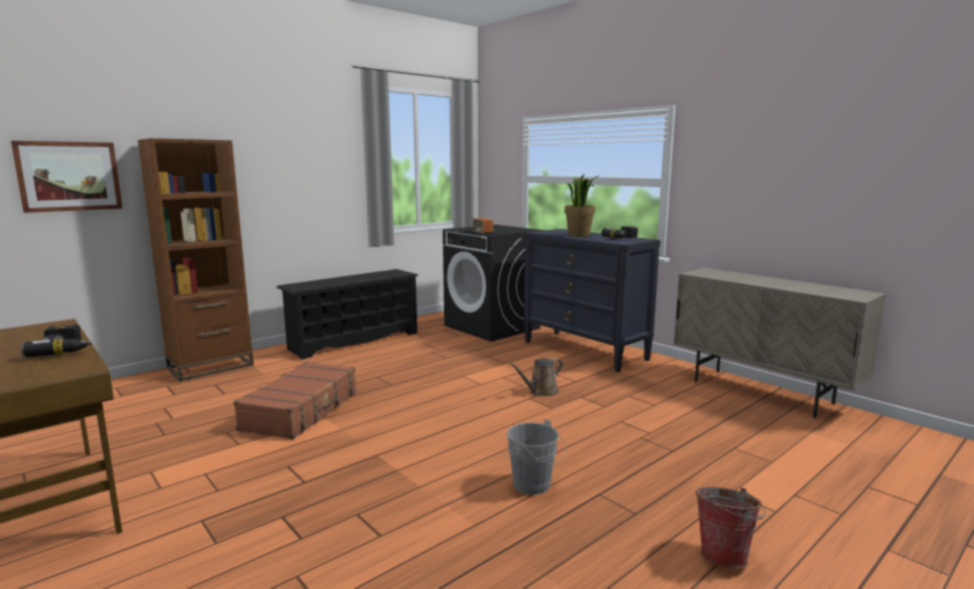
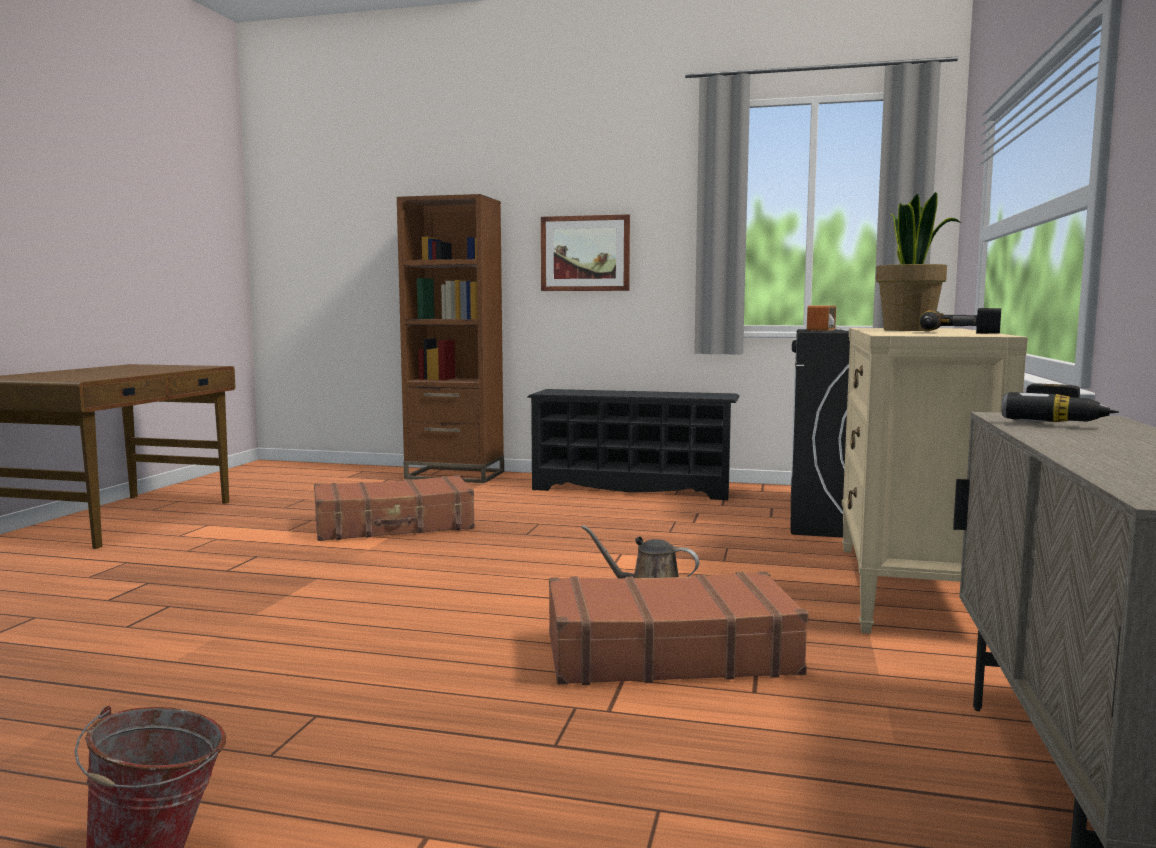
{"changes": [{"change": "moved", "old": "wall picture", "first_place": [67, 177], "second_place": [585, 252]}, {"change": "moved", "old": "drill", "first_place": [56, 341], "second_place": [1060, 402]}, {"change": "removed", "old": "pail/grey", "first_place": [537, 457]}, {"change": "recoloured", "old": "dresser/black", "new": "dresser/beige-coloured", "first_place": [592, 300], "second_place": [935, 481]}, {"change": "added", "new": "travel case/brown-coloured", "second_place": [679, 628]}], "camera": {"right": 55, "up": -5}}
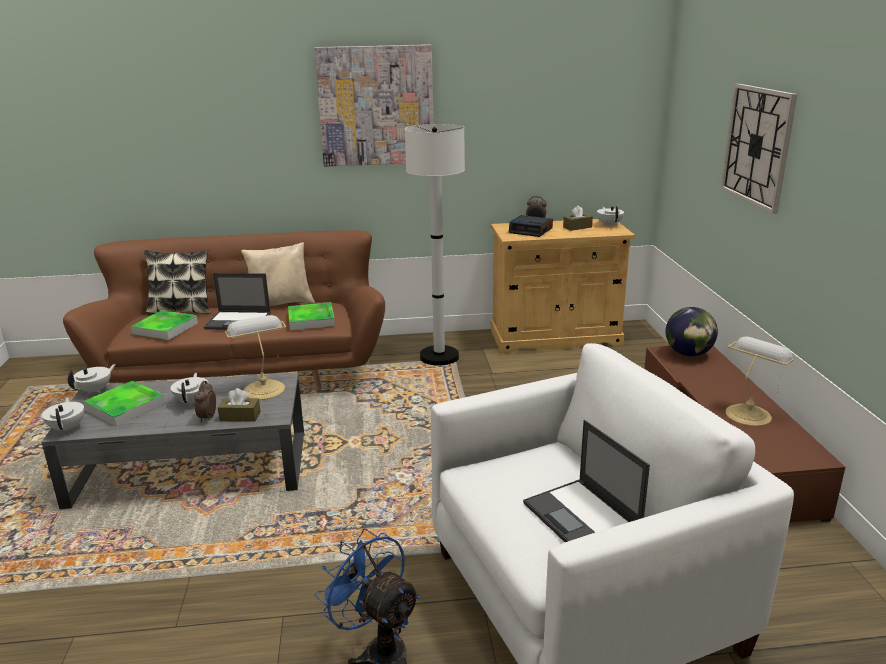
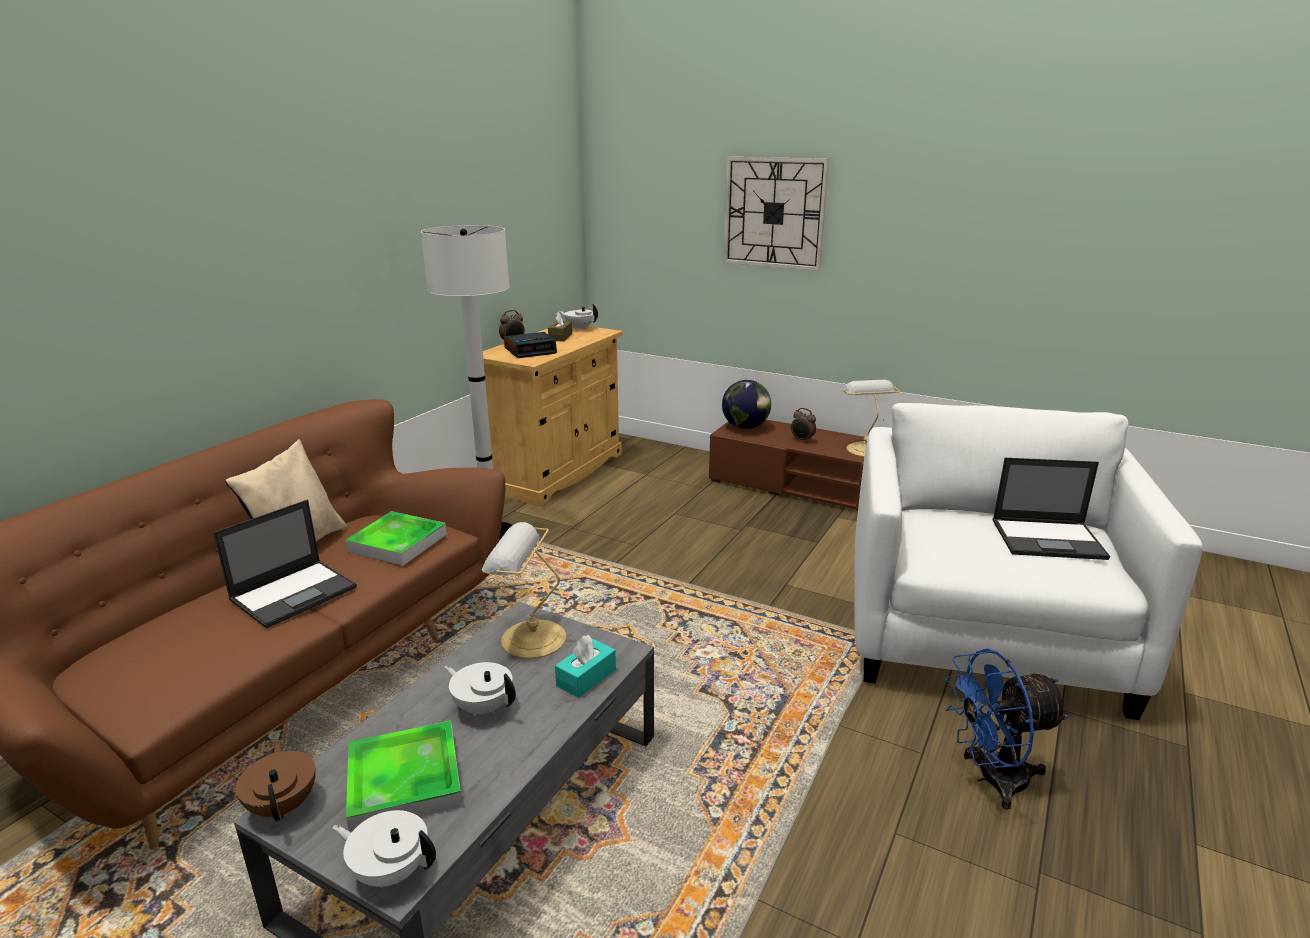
{"changes": [{"change": "recoloured", "old": "pot for tea/white", "new": "pot for tea/brown-coloured", "first_place": [92, 379], "second_place": [276, 780]}, {"change": "removed", "old": "serving tray", "first_place": [164, 325]}, {"change": "removed", "old": "throw pillow", "first_place": [177, 282]}, {"change": "moved", "old": "table clock", "first_place": [205, 401], "second_place": [803, 425]}, {"change": "recoloured", "old": "tissue holder/brown-coloured", "new": "tissue holder/turquoise-coloured", "first_place": [239, 405], "second_place": [585, 666]}, {"change": "removed", "old": "wall picture", "first_place": [374, 105]}], "camera": {"right": -55, "up": 0}}
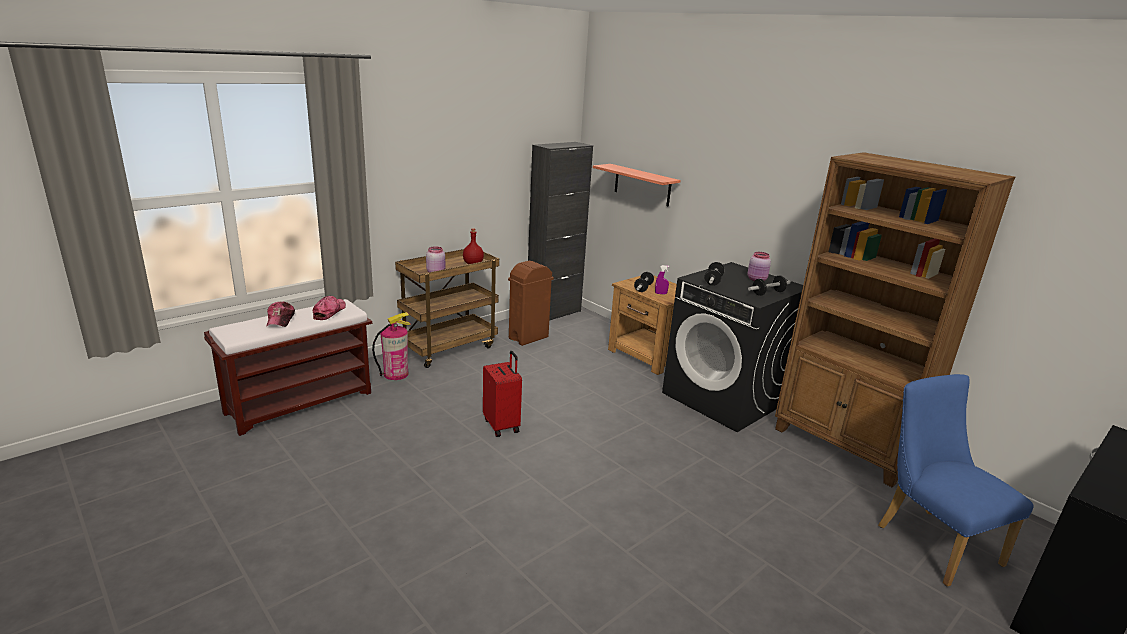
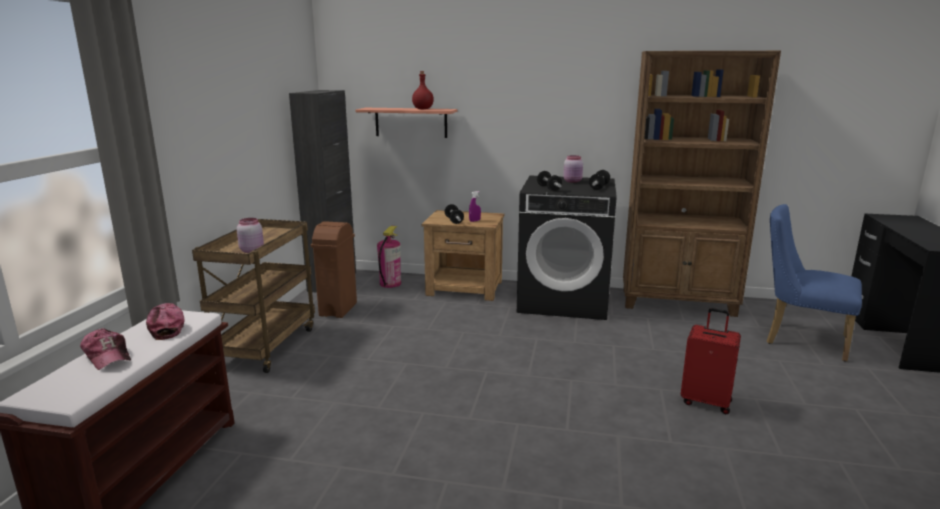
{"changes": [{"change": "moved", "old": "fire-fighting cylinder", "first_place": [391, 346], "second_place": [389, 257]}, {"change": "moved", "old": "beverage bottle/red-coloured", "first_place": [473, 246], "second_place": [423, 90]}, {"change": "moved", "old": "travel case/red-coloured", "first_place": [502, 394], "second_place": [711, 361]}], "camera": {"right": -35, "up": -5}}
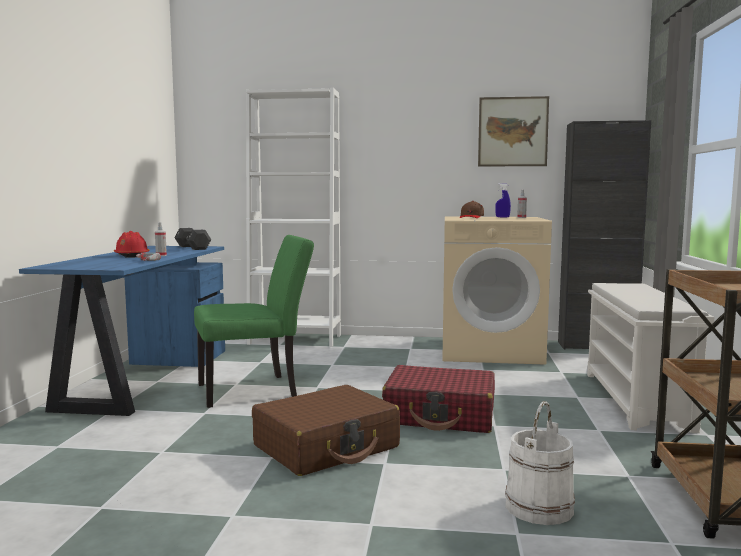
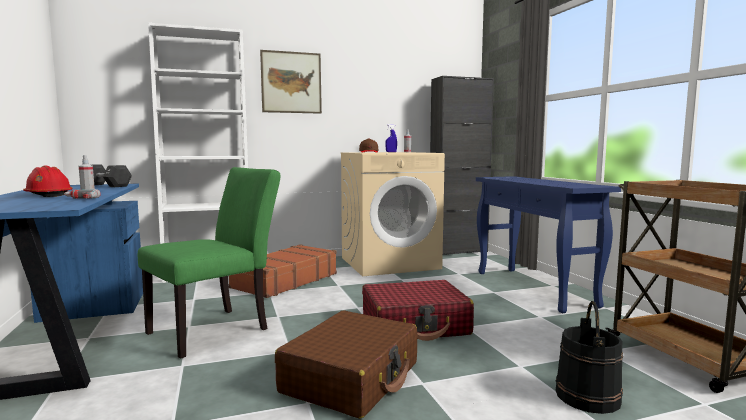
{"changes": [{"change": "moved", "old": "wall picture", "first_place": [513, 131], "second_place": [291, 82]}, {"change": "recoloured", "old": "pail/white", "new": "pail/black", "first_place": [540, 463], "second_place": [589, 357]}, {"change": "replaced", "old": "shoe rack/white", "new": "console table/bluish", "first_place": [650, 358], "second_place": [548, 244]}, {"change": "added", "new": "travel case/brown-coloured", "second_place": [283, 271]}], "camera": {"right": -25, "up": 0}}
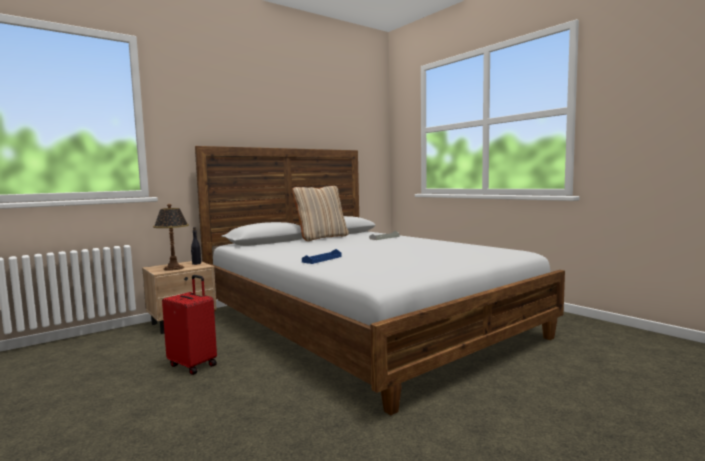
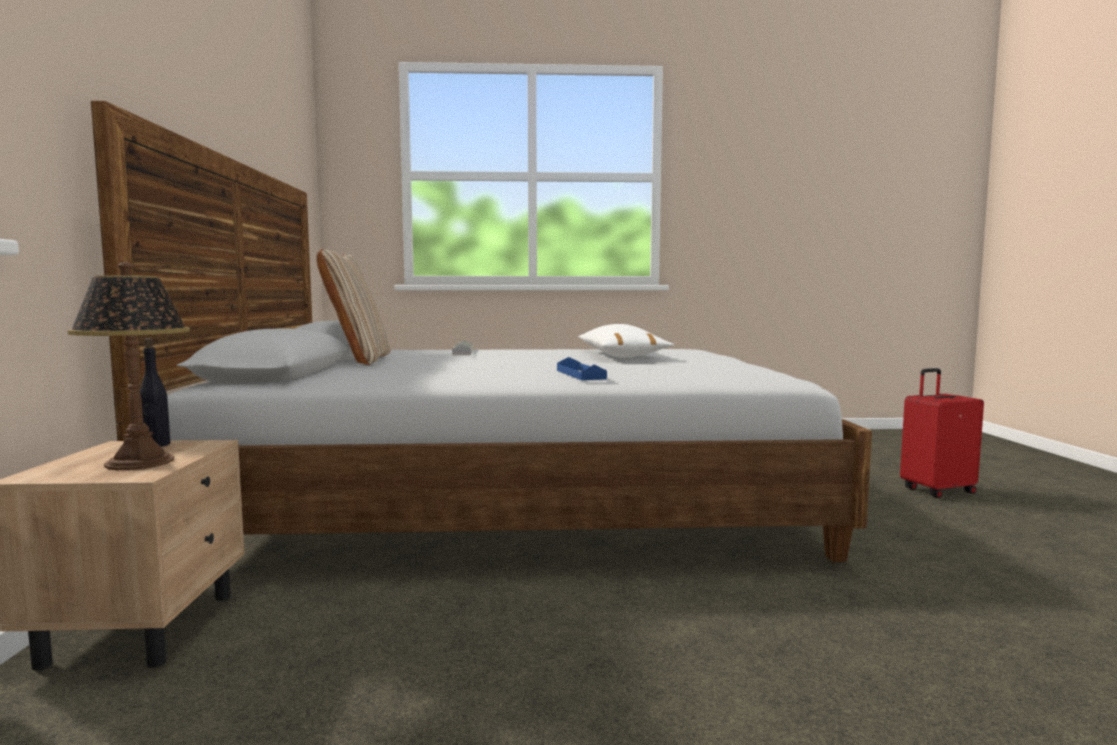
{"changes": [{"change": "moved", "old": "travel case/red-coloured", "first_place": [189, 325], "second_place": [942, 433]}, {"change": "added", "new": "throw pillow/white", "second_place": [626, 341]}], "camera": {"right": -55, "up": 0}}
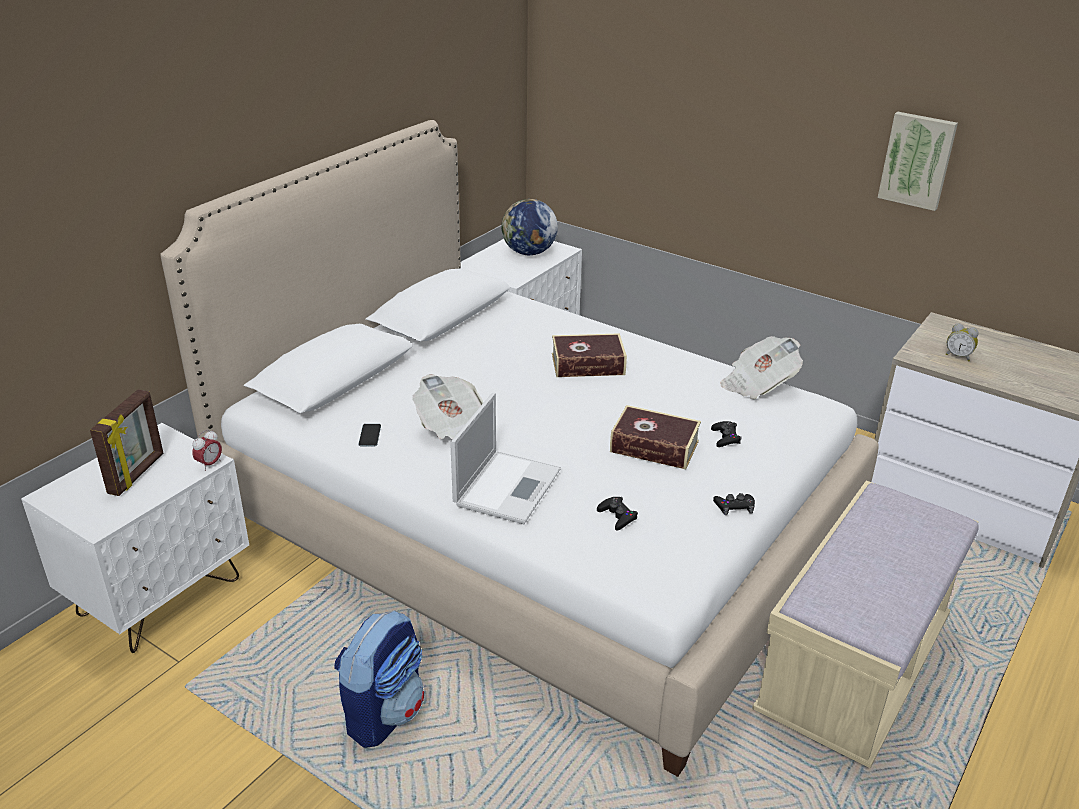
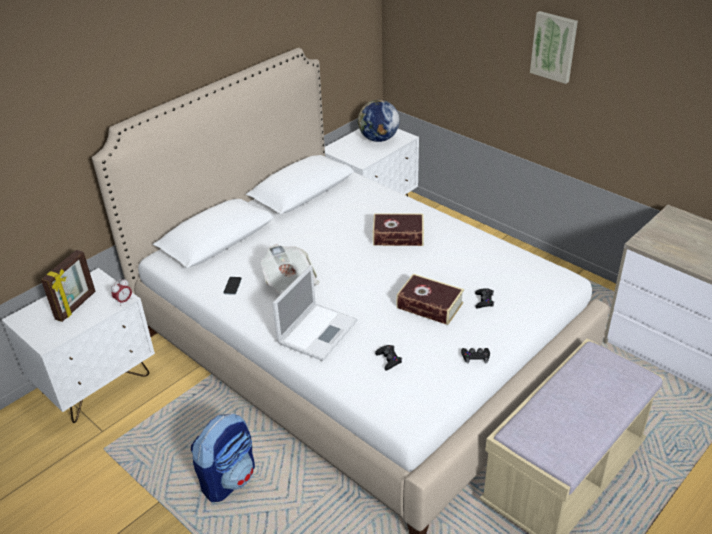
{"changes": [{"change": "removed", "old": "daily paper", "first_place": [761, 367]}, {"change": "moved", "old": "wall picture", "first_place": [918, 161], "second_place": [554, 47]}, {"change": "removed", "old": "table clock", "first_place": [962, 342]}], "camera": {"right": 10, "up": 5}}
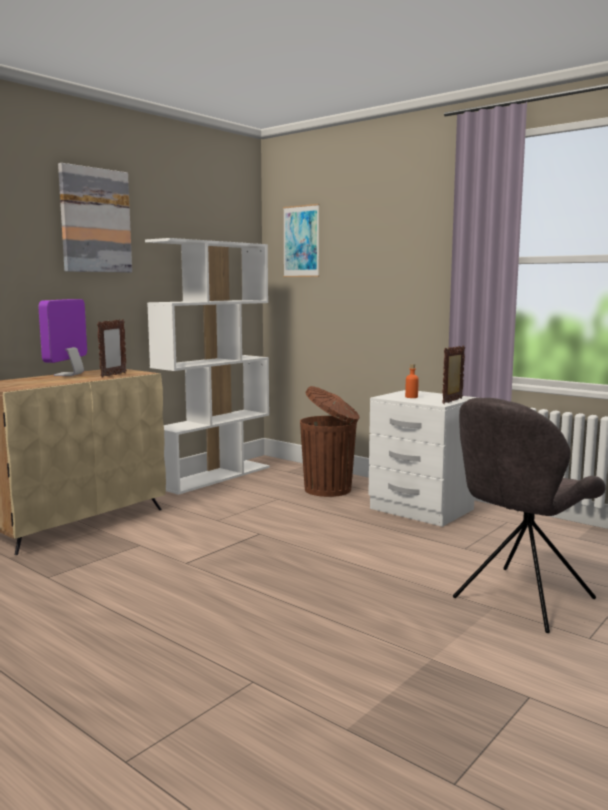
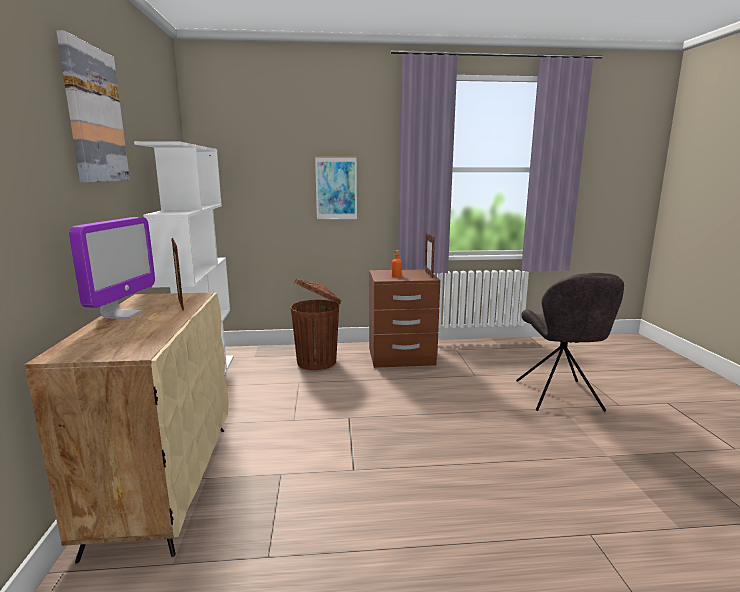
{"changes": [{"change": "turned", "old": "computer display", "first_place": [62, 337], "second_place": [112, 268], "degrees": -135}, {"change": "moved", "old": "wall picture", "first_place": [301, 240], "second_place": [336, 188]}, {"change": "recoloured", "old": "bedside table/white", "new": "bedside table/brown-coloured", "first_place": [422, 458], "second_place": [404, 318]}], "camera": {"right": -45, "up": 5}}
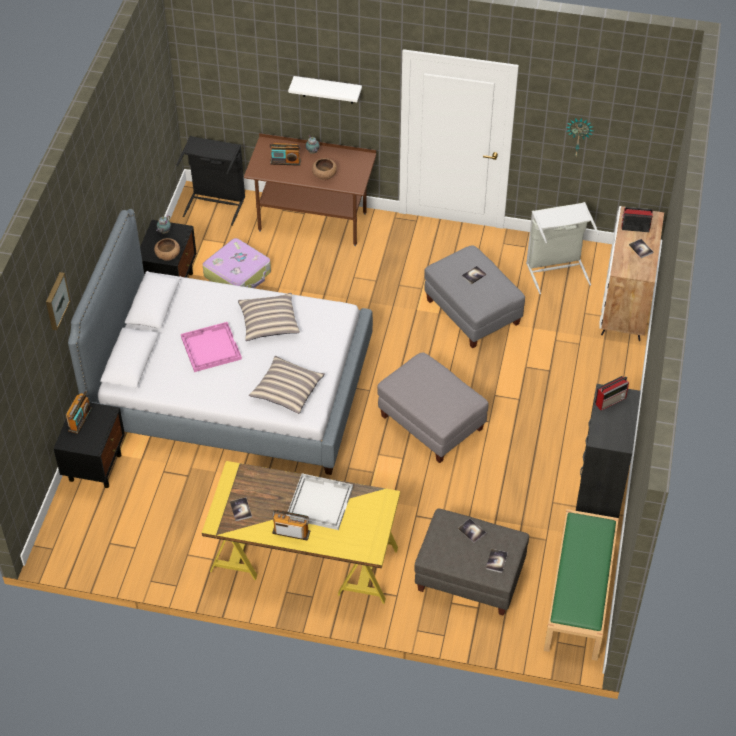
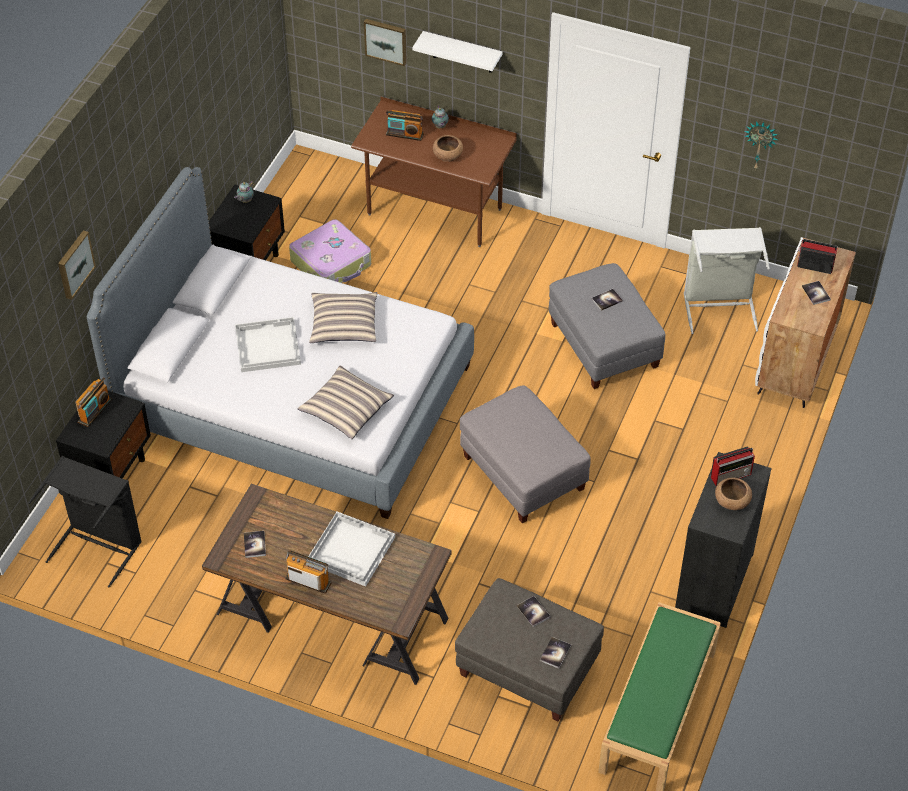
{"changes": [{"change": "moved", "old": "serving bowl/brown-coloured", "first_place": [167, 249], "second_place": [733, 494]}, {"change": "moved", "old": "washing basket/black", "first_place": [210, 181], "second_place": [85, 522]}, {"change": "recoloured", "old": "serving tray/pink-coloured", "new": "serving tray/white", "first_place": [211, 347], "second_place": [268, 344]}, {"change": "recoloured", "old": "desk table/yellowish", "new": "desk table/brown-coloured", "first_place": [301, 532], "second_place": [327, 584]}, {"change": "added", "new": "wall picture", "second_place": [385, 42]}], "camera": {"right": 10, "up": 0}}
